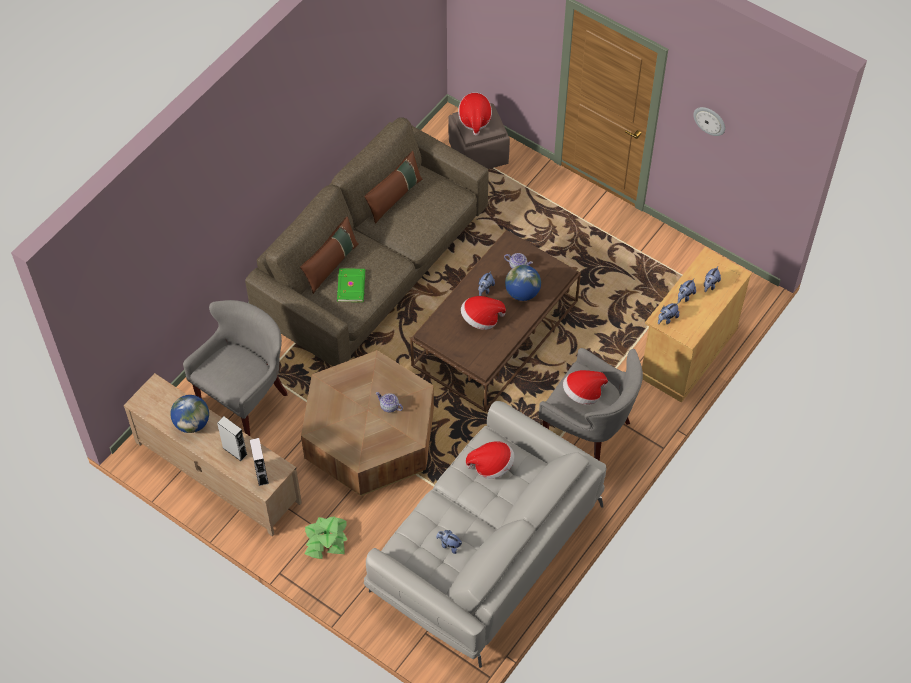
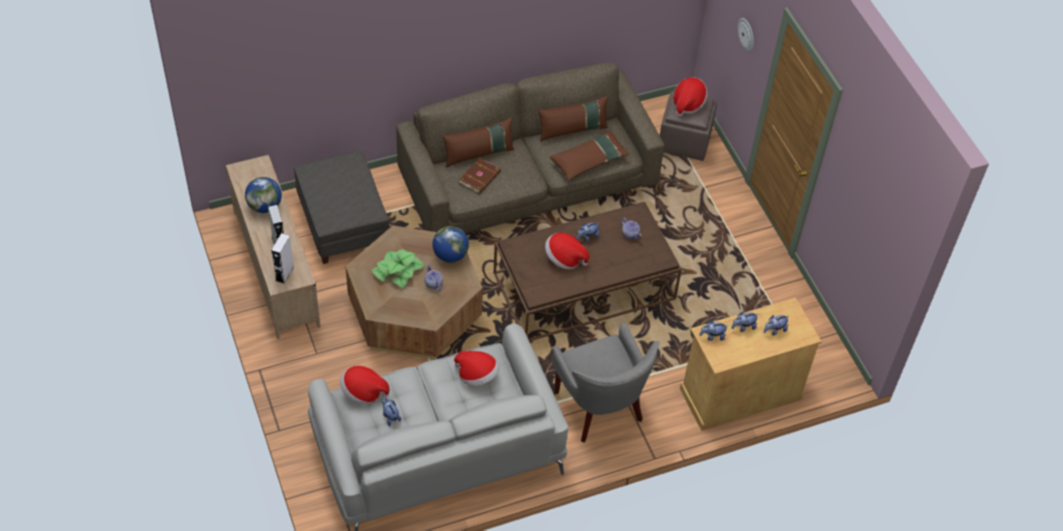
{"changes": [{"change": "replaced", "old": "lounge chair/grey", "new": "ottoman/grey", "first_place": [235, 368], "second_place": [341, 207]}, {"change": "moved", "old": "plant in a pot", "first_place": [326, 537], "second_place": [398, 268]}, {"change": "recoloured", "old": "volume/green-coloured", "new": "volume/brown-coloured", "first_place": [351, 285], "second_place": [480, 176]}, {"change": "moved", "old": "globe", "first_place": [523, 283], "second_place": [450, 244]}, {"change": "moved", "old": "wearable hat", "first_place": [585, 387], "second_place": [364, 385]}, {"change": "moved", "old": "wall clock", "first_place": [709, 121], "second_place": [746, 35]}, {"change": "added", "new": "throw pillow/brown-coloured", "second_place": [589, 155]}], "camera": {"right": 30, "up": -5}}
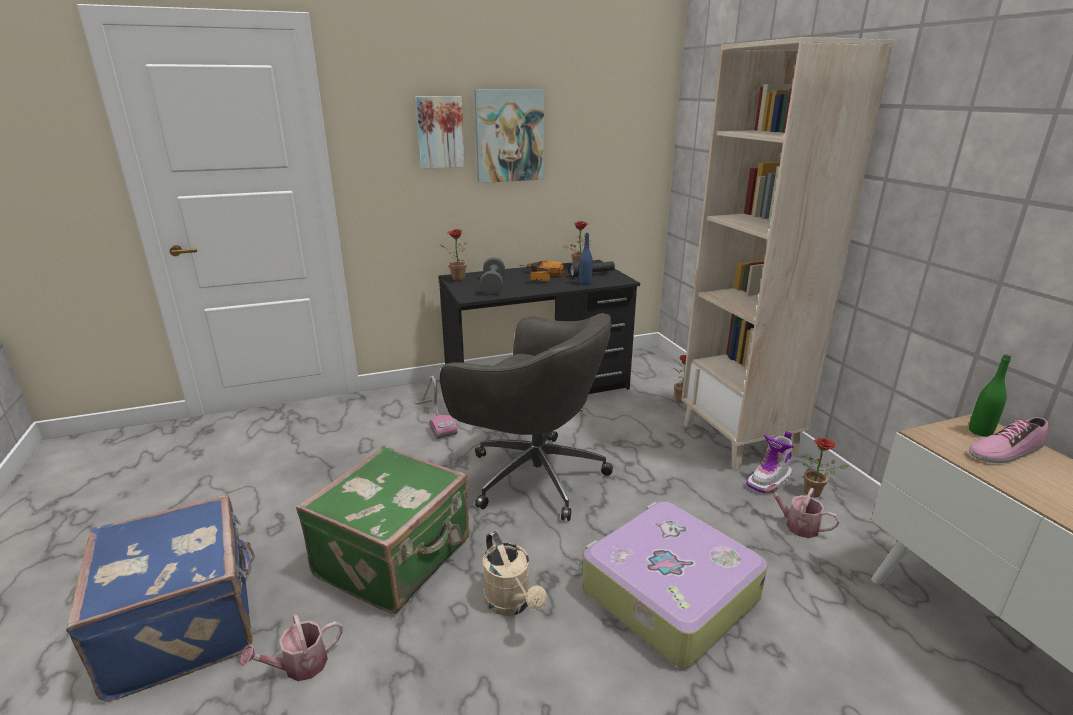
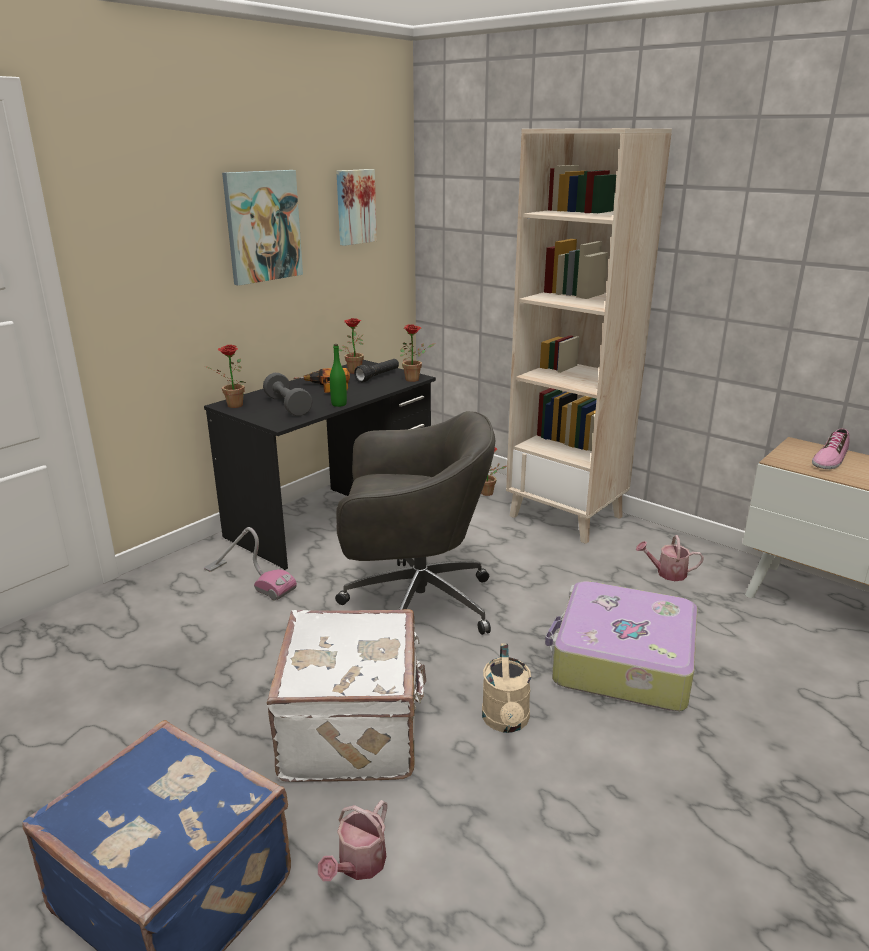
{"changes": [{"change": "recoloured", "old": "travel case/green-coloured", "new": "travel case/white", "first_place": [383, 529], "second_place": [346, 695]}, {"change": "moved", "old": "wall picture", "first_place": [440, 132], "second_place": [356, 207]}, {"change": "turned", "old": "watering can/beige-coloured", "first_place": [515, 573], "second_place": [506, 688], "degrees": 60}, {"change": "removed", "old": "beverage bottle/bluish", "first_place": [586, 259]}, {"change": "removed", "old": "tall boot", "first_place": [770, 462]}, {"change": "moved", "old": "plant in a pot", "first_place": [826, 467], "second_place": [417, 353]}, {"change": "moved", "old": "beverage bottle/green-coloured", "first_place": [990, 395], "second_place": [338, 375]}], "camera": {"right": -30, "up": 0}}
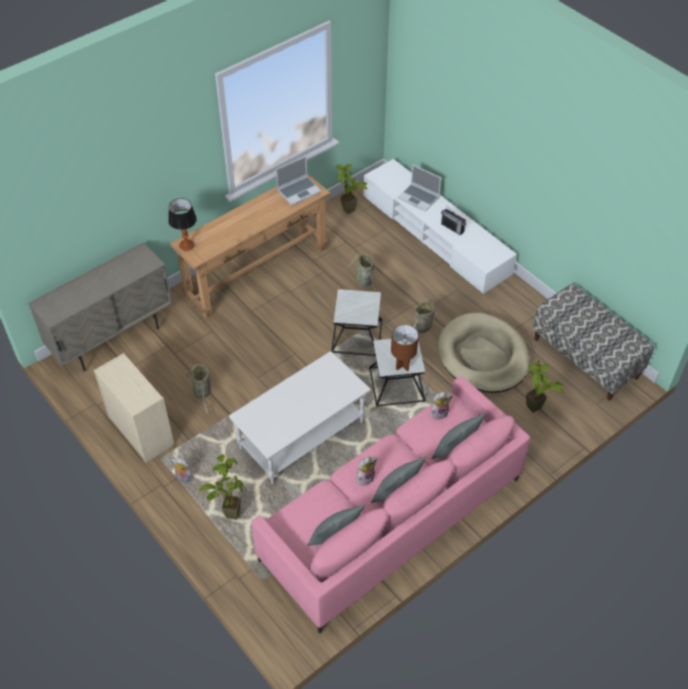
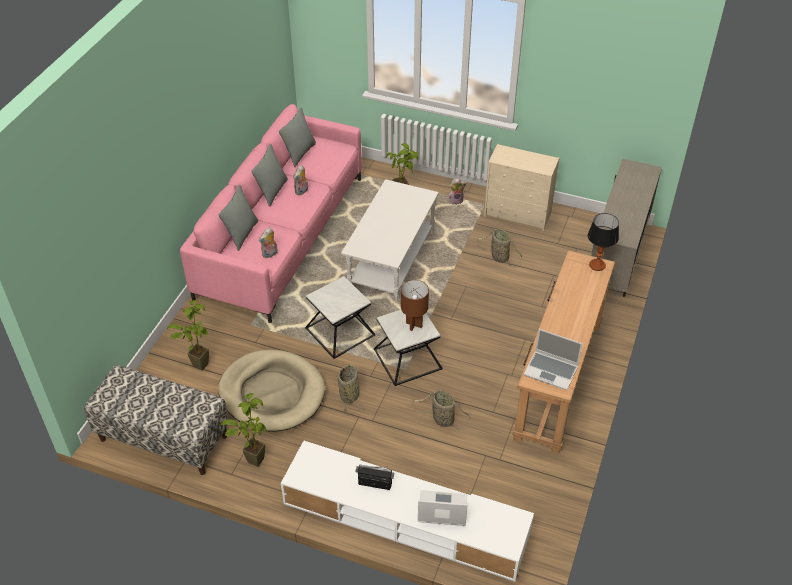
{"changes": [{"change": "turned", "old": "notebook computer", "first_place": [299, 181], "second_place": [553, 359], "degrees": -90}, {"change": "moved", "old": "plant in a pot", "first_place": [352, 189], "second_place": [243, 430]}, {"change": "moved", "old": "tabletop lamp/brown-coloured", "first_place": [405, 348], "second_place": [415, 305]}], "camera": {"right": 150, "up": -5}}
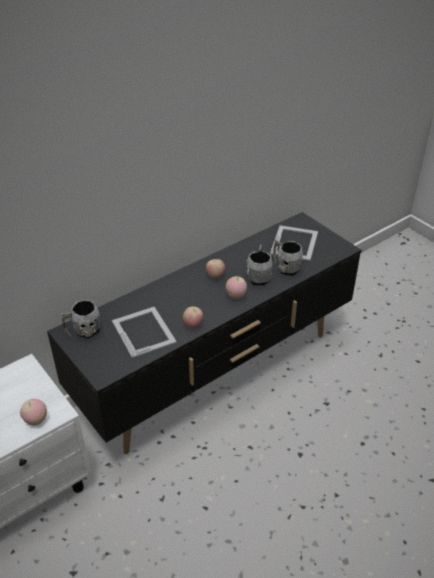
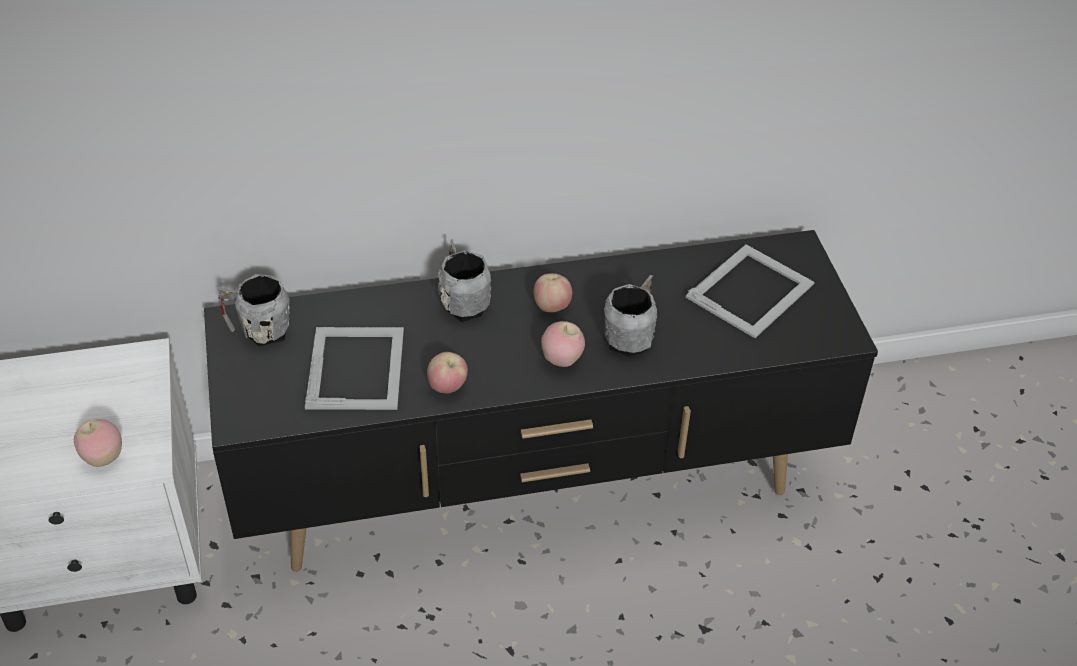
{"changes": [{"change": "moved", "old": "mug/grey", "first_place": [288, 257], "second_place": [464, 280]}], "camera": {"right": 25, "up": 5}}
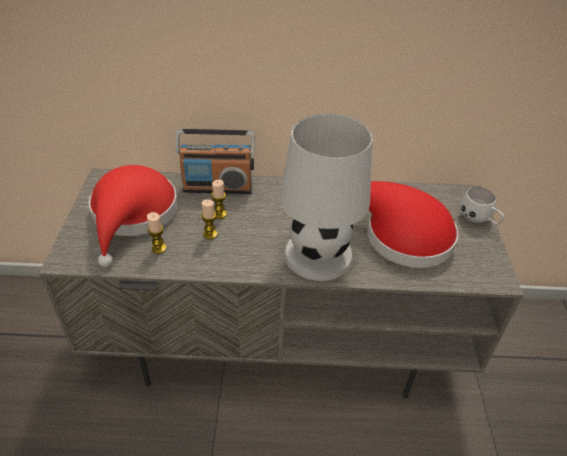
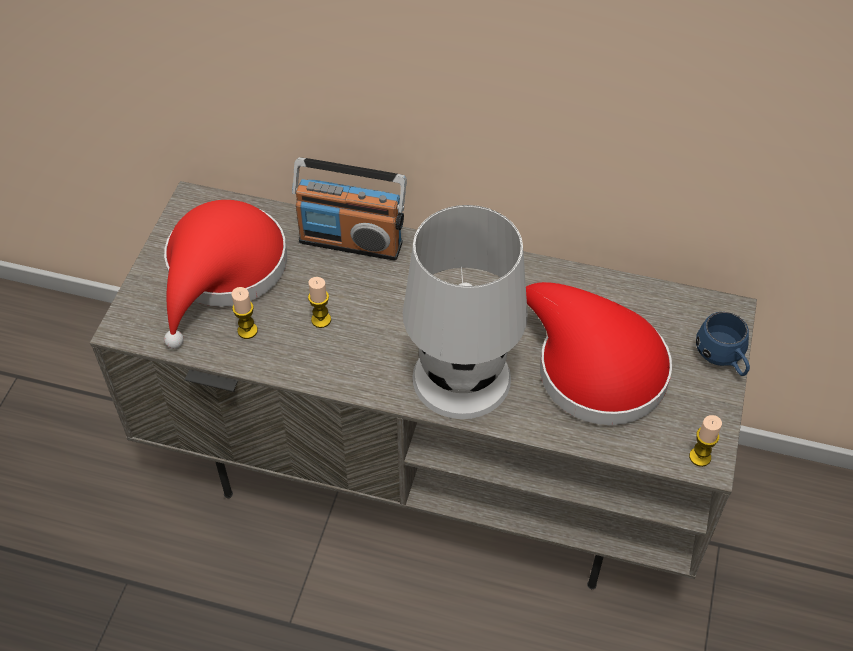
{"changes": [{"change": "moved", "old": "wax candle", "first_place": [219, 199], "second_place": [705, 441]}, {"change": "recoloured", "old": "mug/white", "new": "mug/bluish", "first_place": [482, 206], "second_place": [723, 344]}], "camera": {"right": 15, "up": 10}}
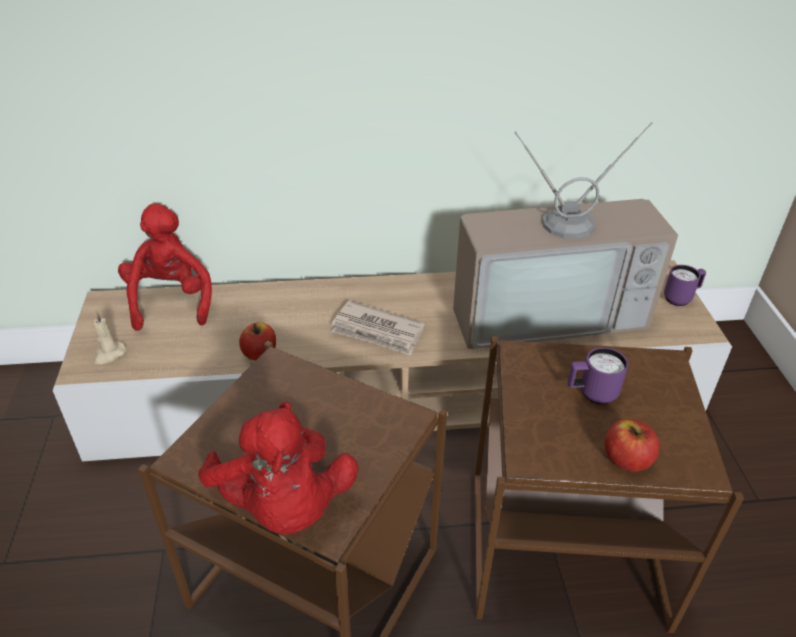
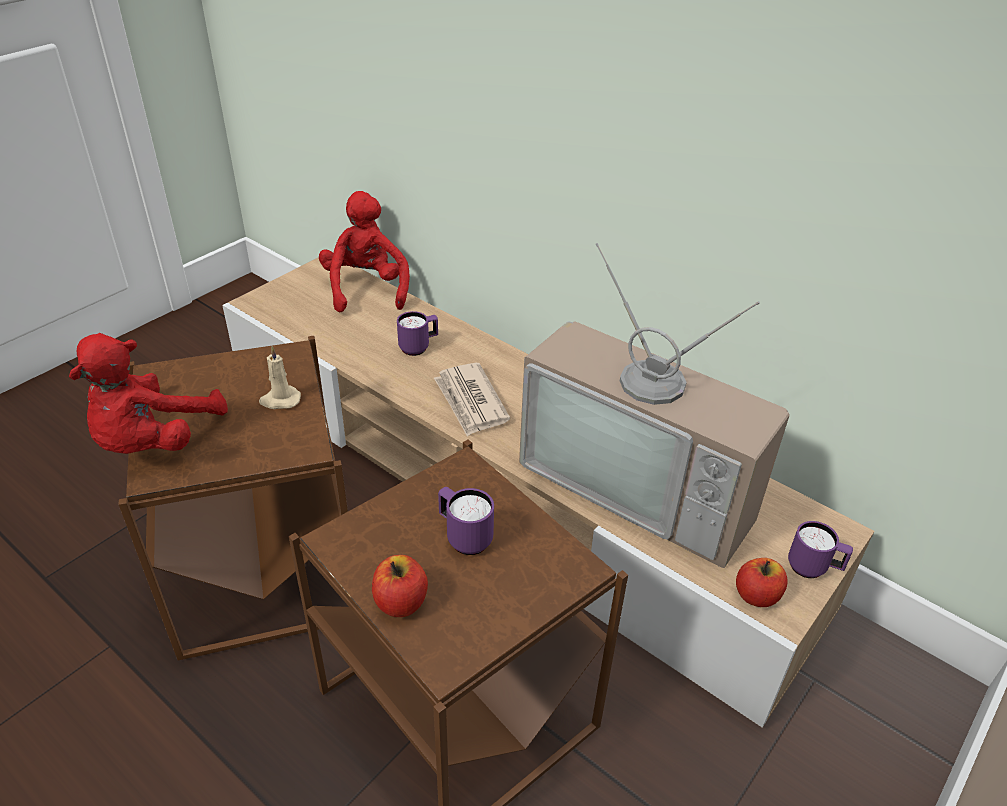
{"changes": [{"change": "moved", "old": "wax candle/beige-coloured", "first_place": [109, 338], "second_place": [280, 377]}, {"change": "turned", "old": "cuddly toy/red-coloured", "first_place": [165, 267], "second_place": [364, 251], "degrees": -45}, {"change": "moved", "old": "apple", "first_place": [257, 341], "second_place": [762, 582]}, {"change": "added", "new": "mug/purplish", "second_place": [417, 333]}], "camera": {"right": 45, "up": 0}}
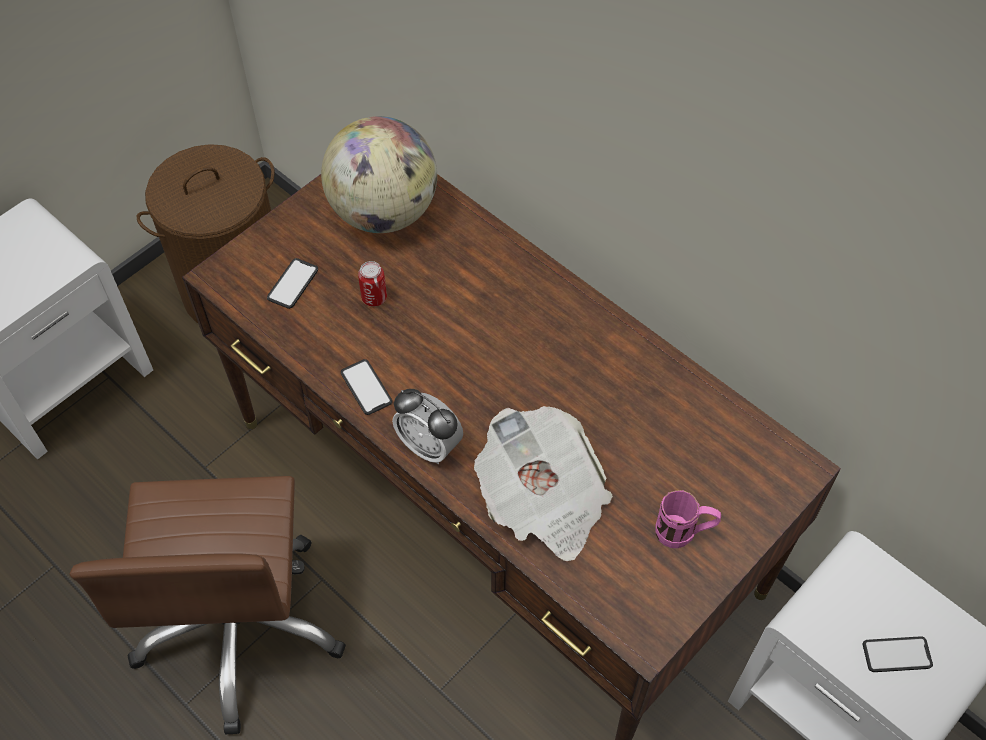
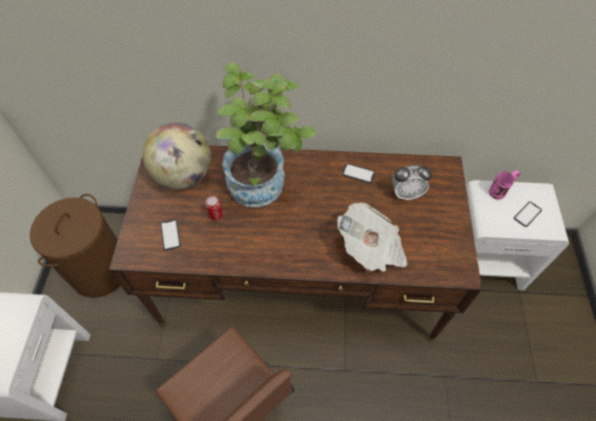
{"changes": [{"change": "moved", "old": "handset", "first_place": [366, 387], "second_place": [358, 173]}, {"change": "moved", "old": "table clock", "first_place": [427, 426], "second_place": [412, 182]}, {"change": "moved", "old": "mug/pink-coloured", "first_place": [688, 519], "second_place": [505, 185]}, {"change": "added", "new": "plant in a pot", "second_place": [266, 135]}], "camera": {"right": -40, "up": 0}}
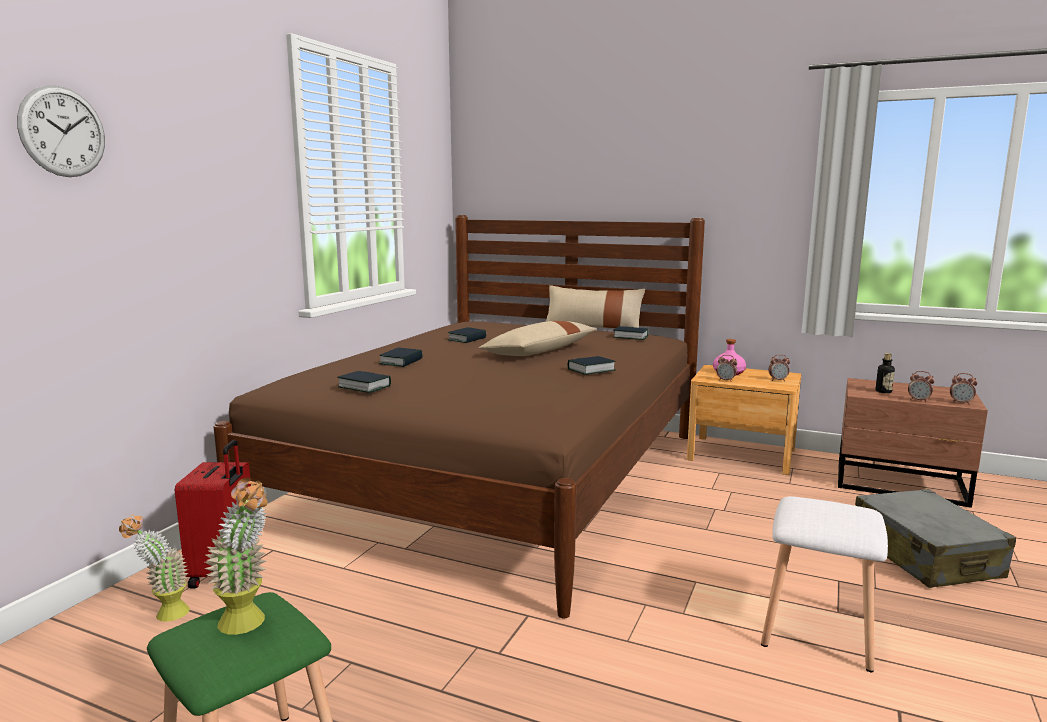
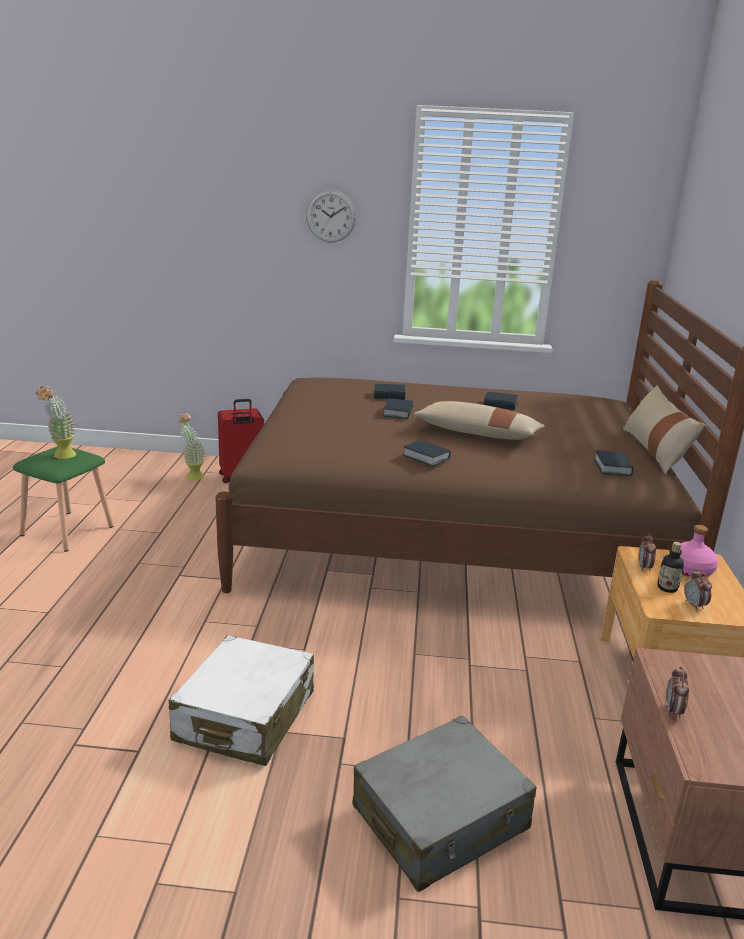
{"changes": [{"change": "moved", "old": "wall clock", "first_place": [61, 131], "second_place": [331, 216]}, {"change": "moved", "old": "volume", "first_place": [364, 382], "second_place": [398, 408]}, {"change": "replaced", "old": "stool seat/white", "new": "travel case/white", "first_place": [824, 584], "second_place": [241, 700]}, {"change": "moved", "old": "beverage bottle", "first_place": [885, 373], "second_place": [670, 567]}, {"change": "removed", "old": "table clock", "first_place": [964, 389]}], "camera": {"right": 70, "up": 10}}
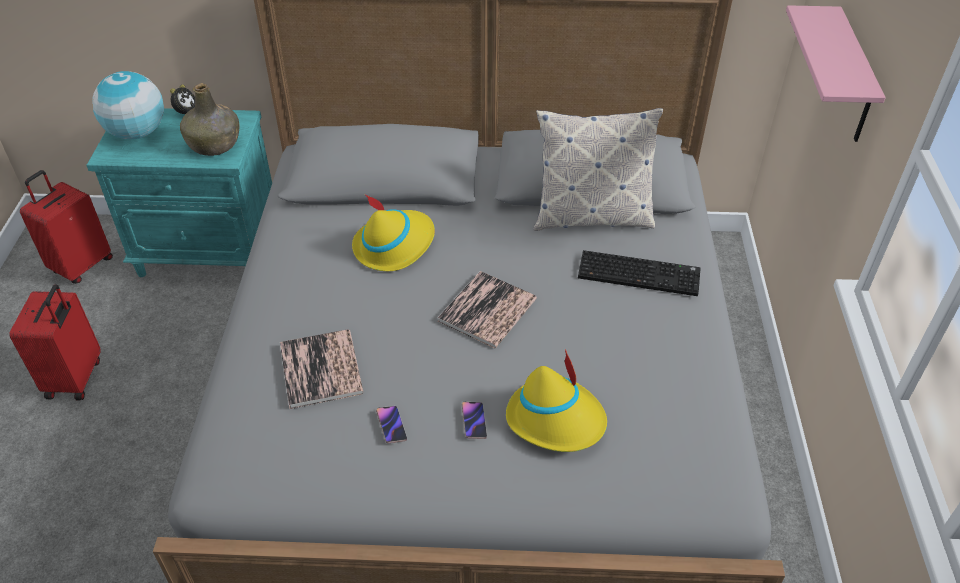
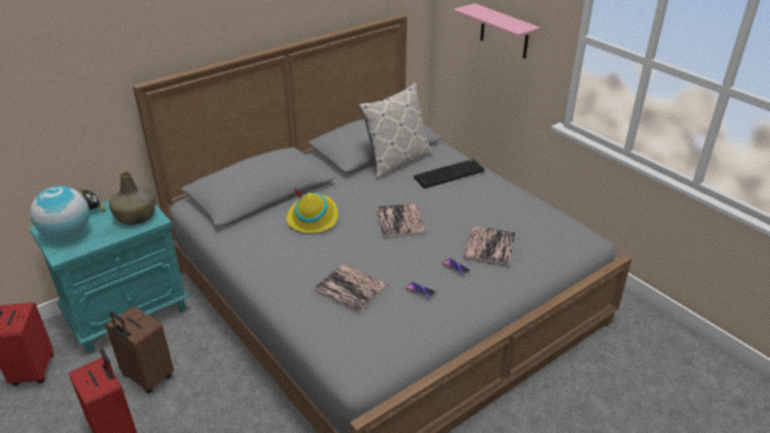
{"changes": [{"change": "replaced", "old": "wearable hat/yellowish", "new": "volume", "first_place": [556, 400], "second_place": [489, 246]}, {"change": "added", "new": "travel case/brown-coloured", "second_place": [140, 349]}], "camera": {"right": -40, "up": -10}}
